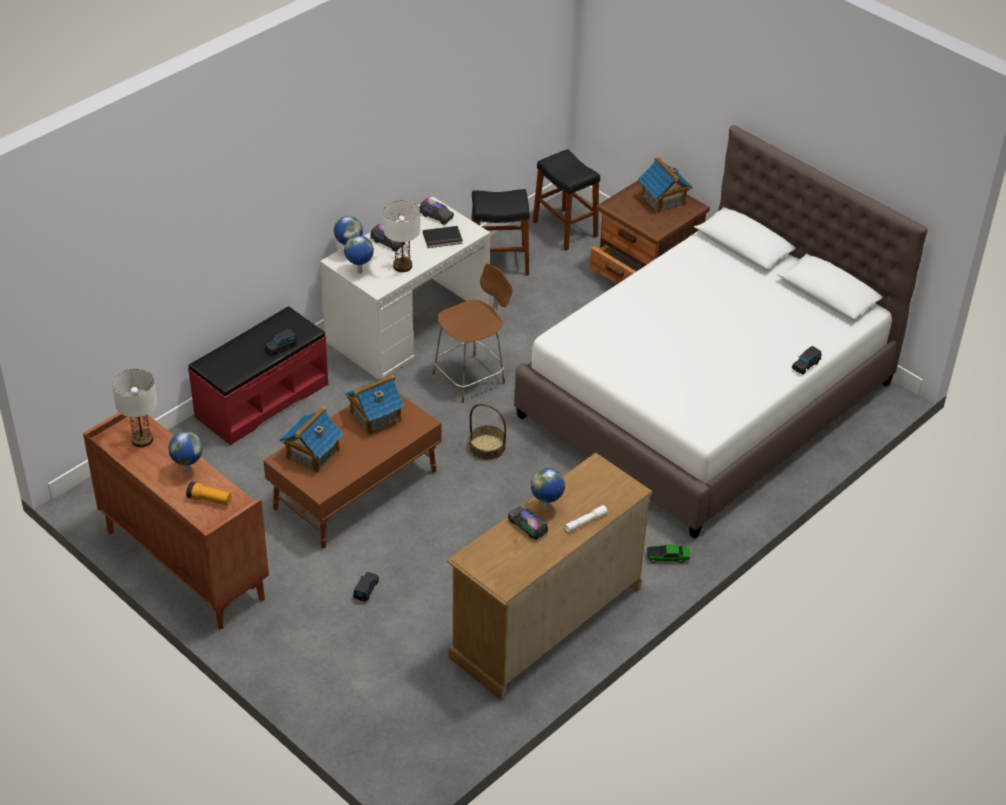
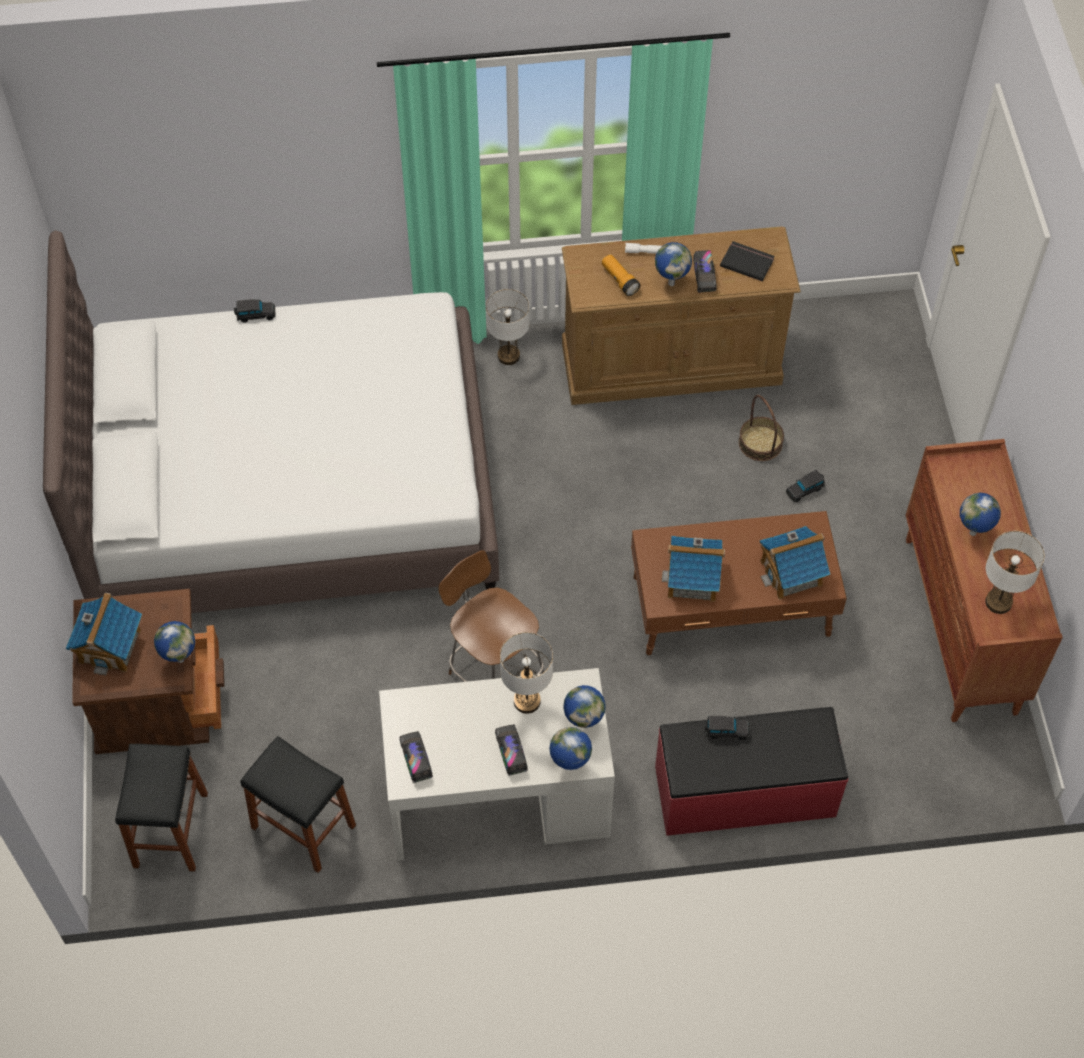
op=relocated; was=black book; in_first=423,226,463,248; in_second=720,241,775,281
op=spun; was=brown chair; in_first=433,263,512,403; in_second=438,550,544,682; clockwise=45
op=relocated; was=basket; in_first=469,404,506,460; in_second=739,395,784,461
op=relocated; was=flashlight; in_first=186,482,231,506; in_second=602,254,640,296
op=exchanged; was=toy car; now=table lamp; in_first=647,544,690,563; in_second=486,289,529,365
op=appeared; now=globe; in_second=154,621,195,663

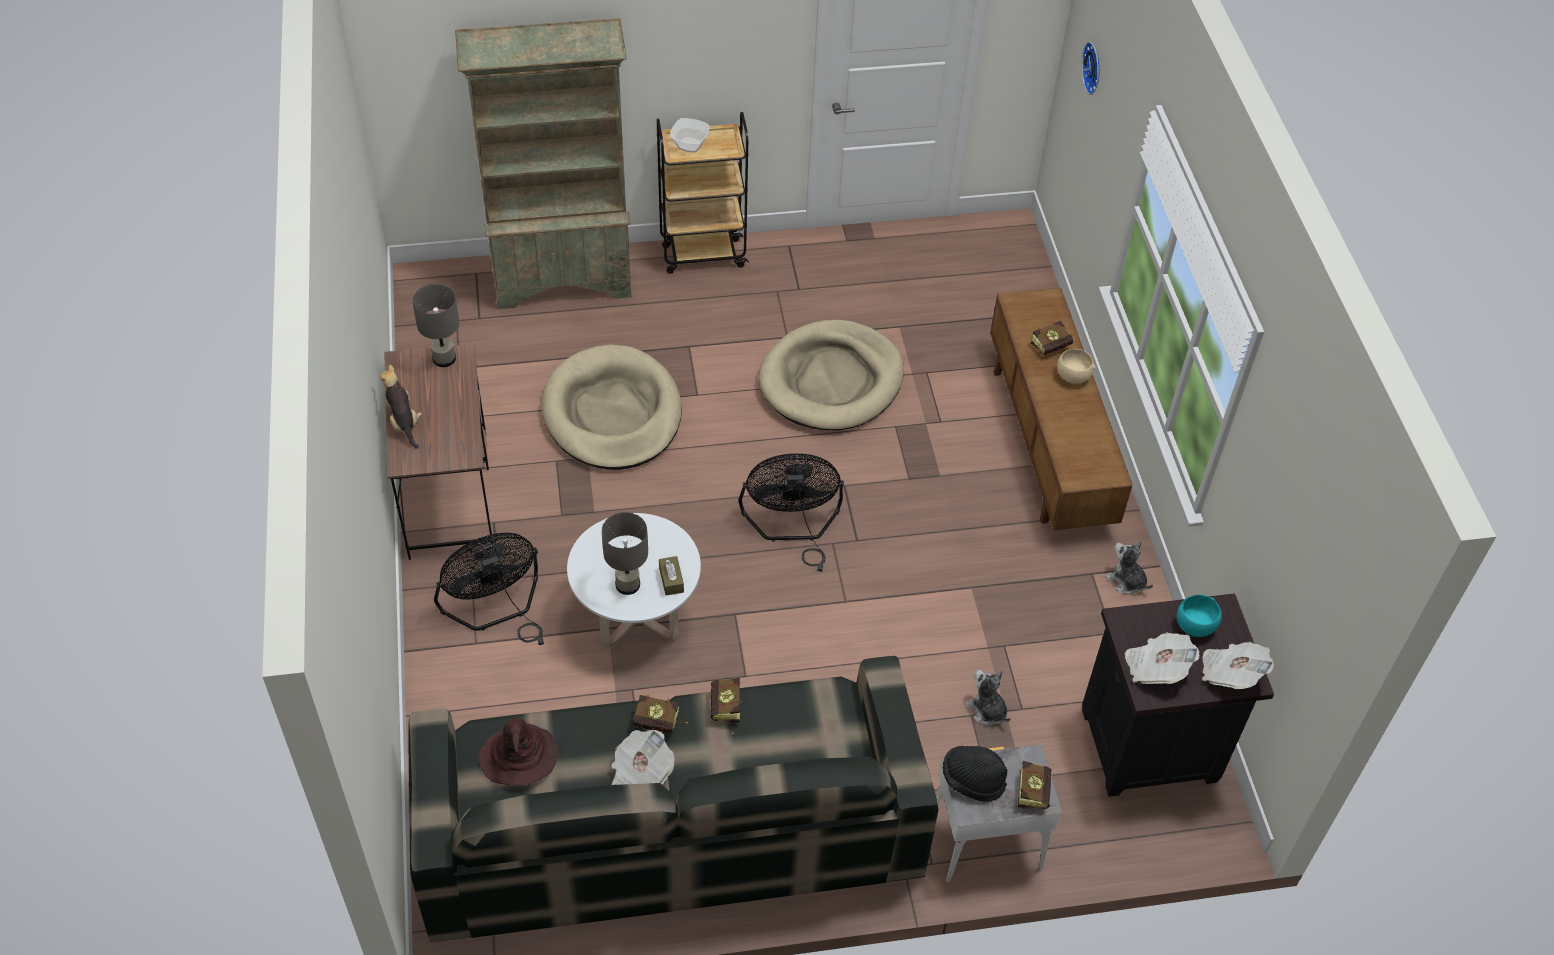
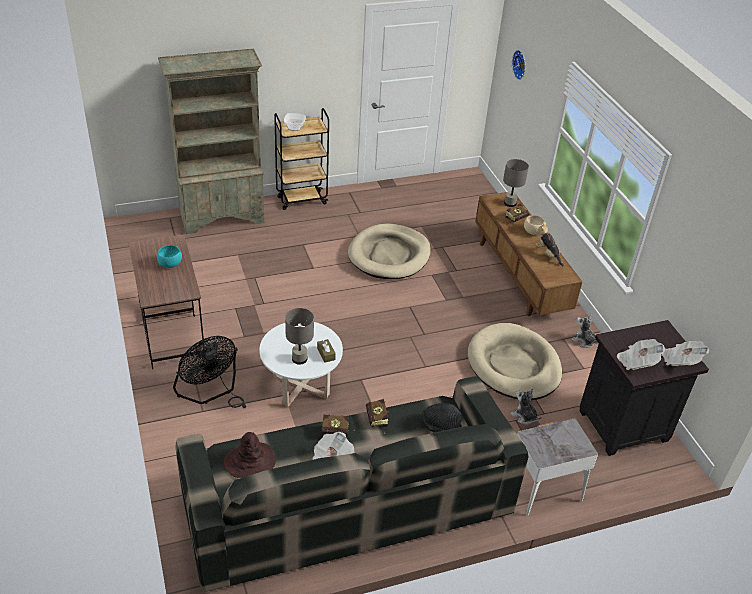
op=relocated; was=grey table lamp; in_first=412,284,459,367; in_second=503,159,529,207
op=relocated; was=beige dog bed; in_first=542,344,682,470; in_second=468,323,562,400
op=relocated; was=plush toy; in_first=380,365,422,449; in_second=535,222,564,266
op=missing; was=black fan; in_first=739,453,844,572
op=relocated; was=turquoise bowl; in_first=1177,595,1222,637; in_second=157,245,182,268
op=relocated; was=black hat; in_first=943,746,1007,802; in_second=422,403,462,433
op=missing; was=book; in_first=1018,761,1052,809

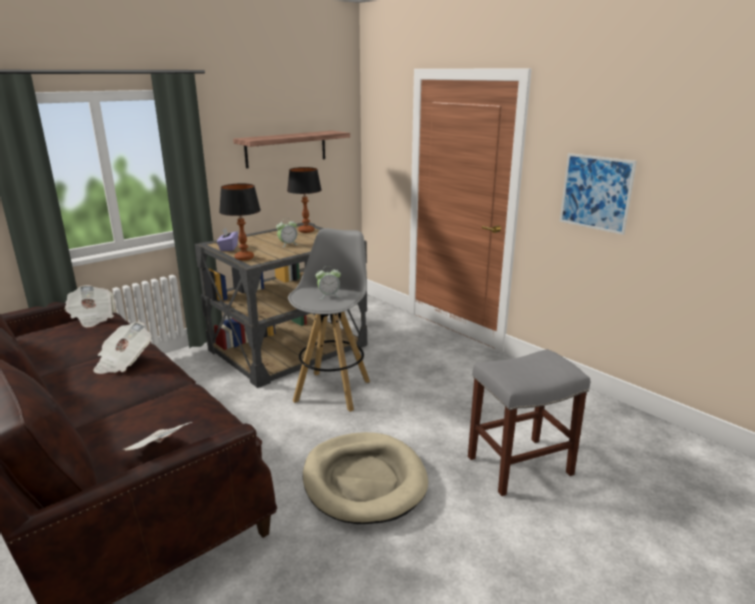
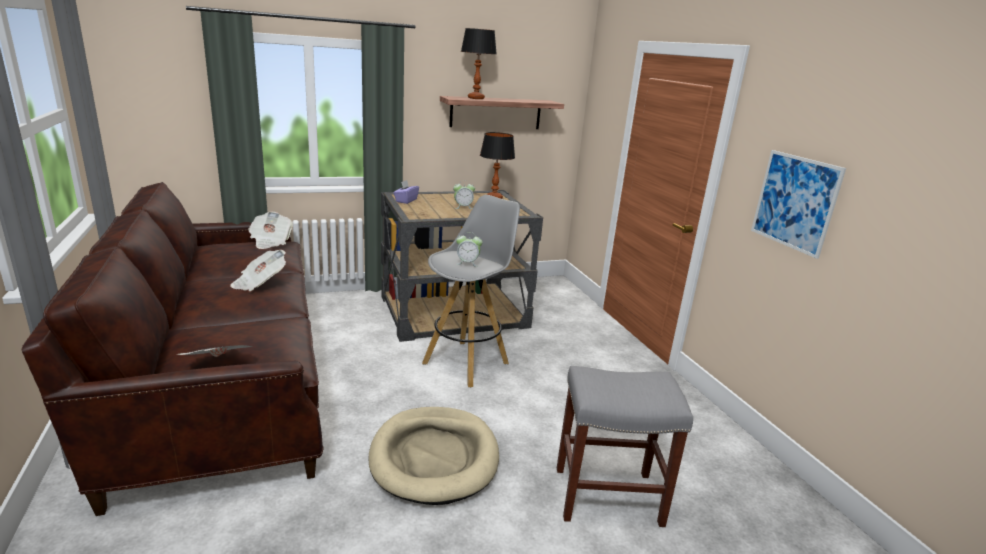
op=relocated; was=table lamp; in_first=219,183,261,261; in_second=461,28,497,99

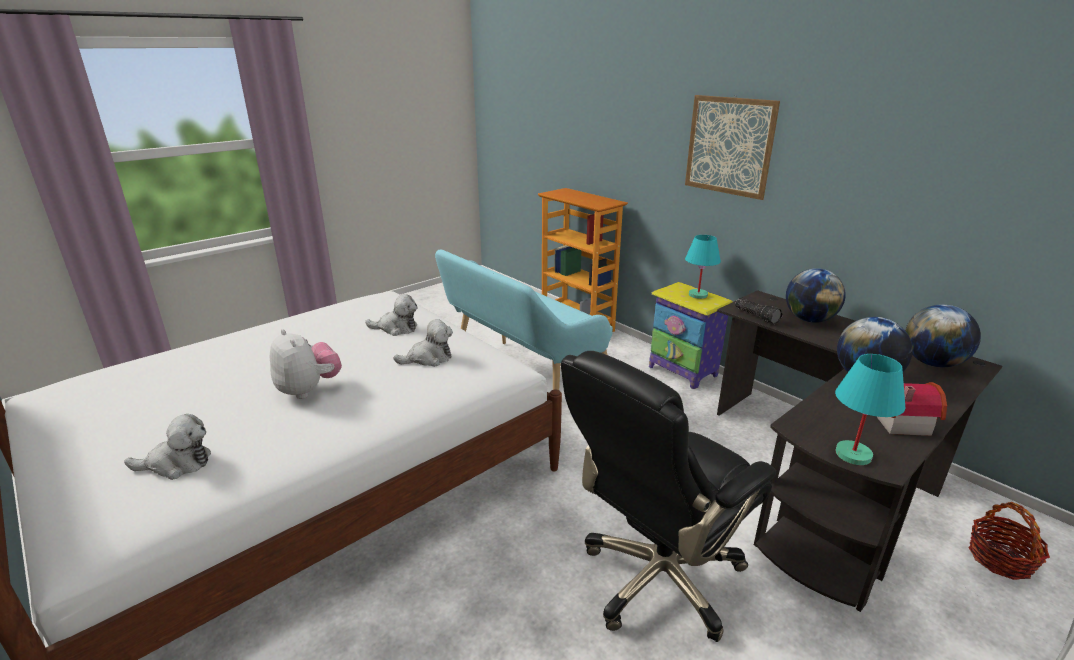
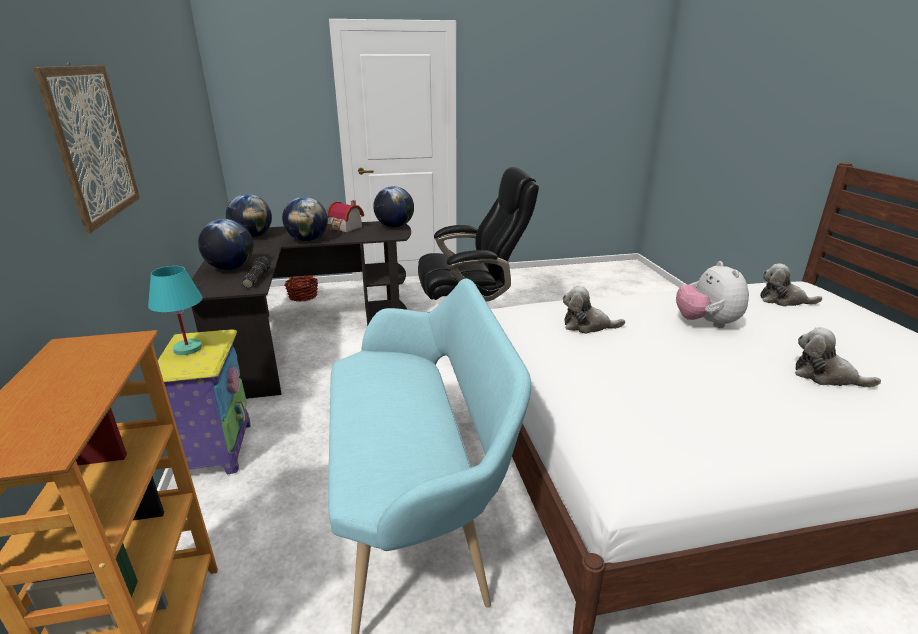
op=relocated; was=plush toy; in_first=365,294,417,336; in_second=795,327,881,387
op=exchanged; was=turquoise table lamp; now=globe; in_first=835,354,905,465; in_second=373,186,414,228

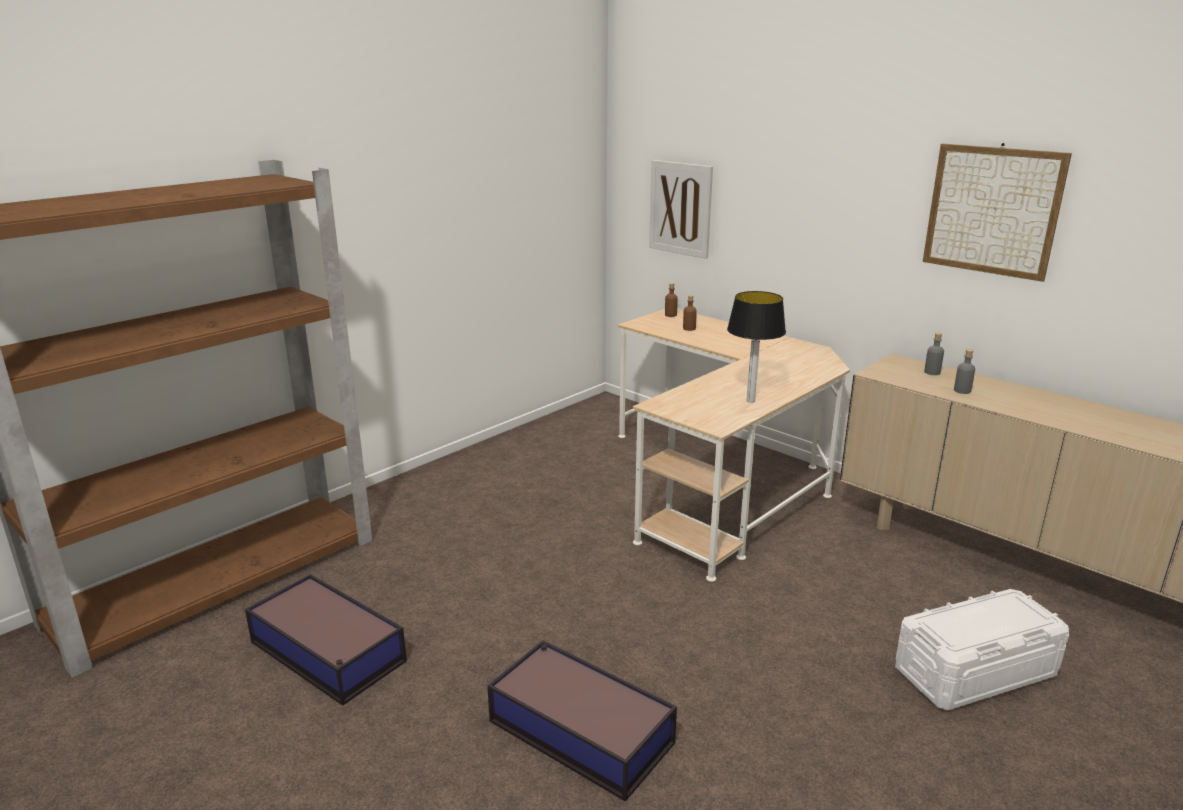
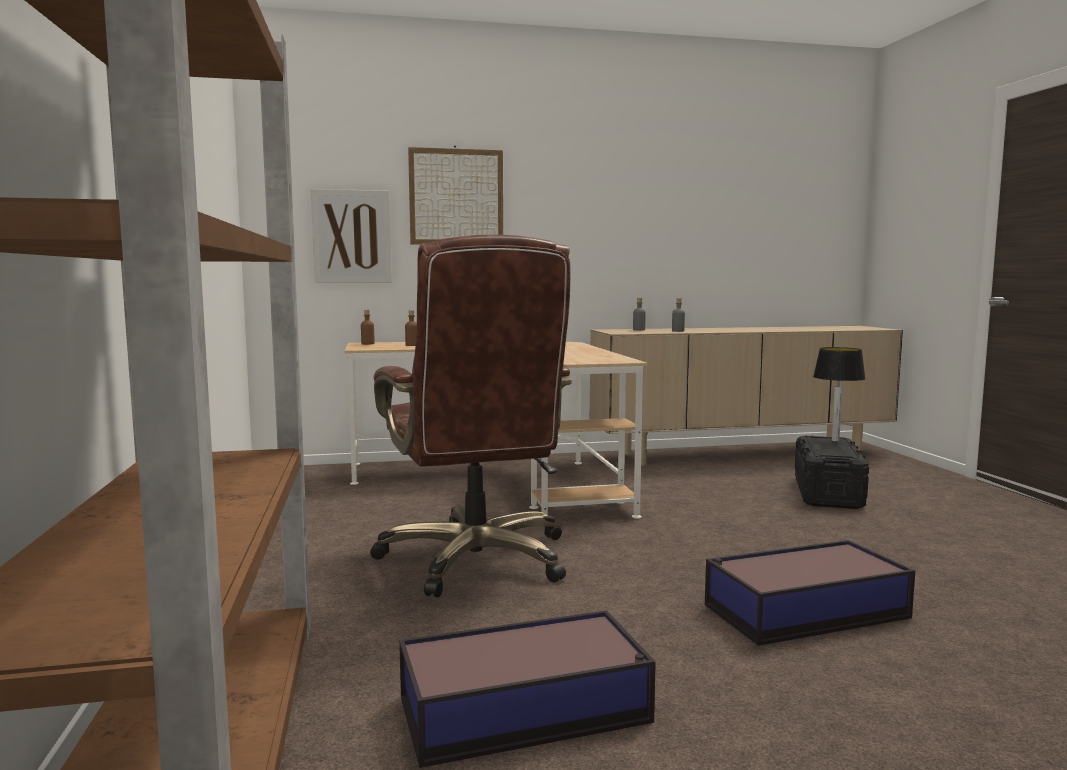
op=relocated; was=picture; in_first=923,143,1072,282; in_second=408,146,503,245
op=relocated; was=table lamp; in_first=727,291,786,403; in_second=813,347,866,442
op=colour; was=white storage box; now=black storage box; in_first=895,589,1069,710; in_second=795,435,869,509
op=appeared; now=brown office chair; in_second=370,235,572,598

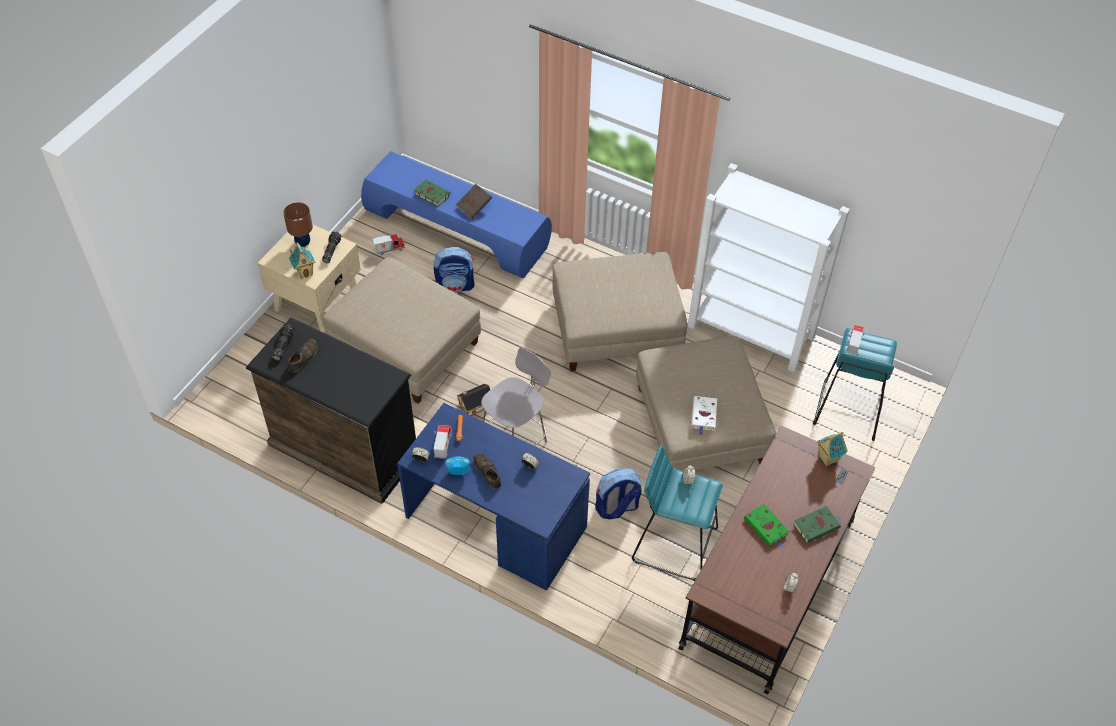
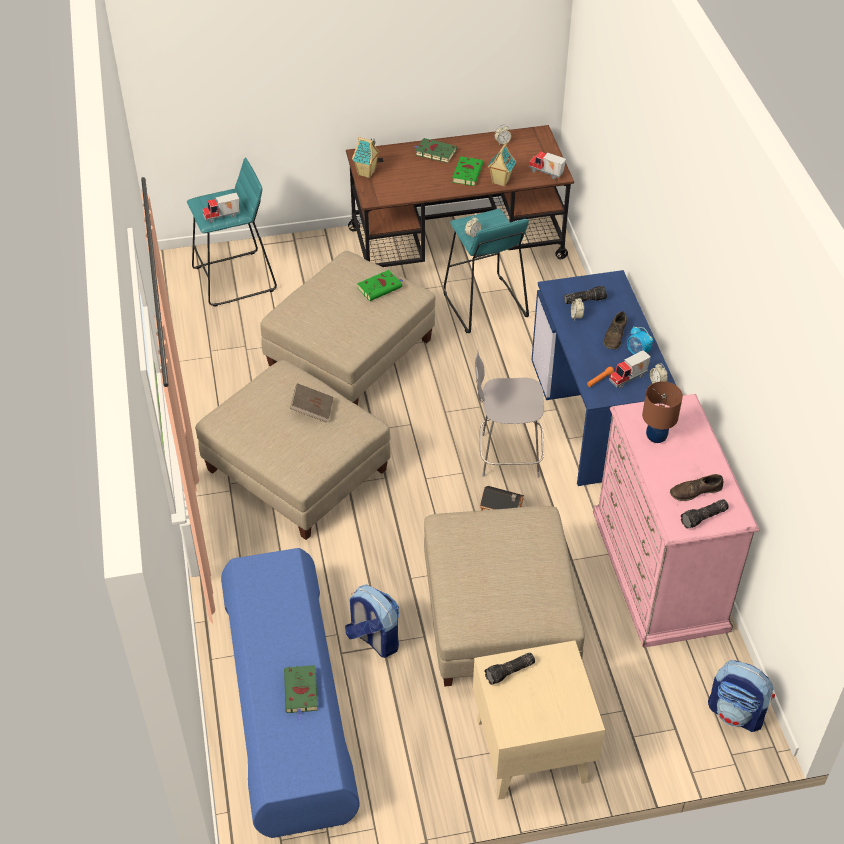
op=missing; was=white bookcase; in_first=688,163,850,372
op=relocated; was=brown book; in_first=456,184,492,219; in_second=290,383,334,423
op=relocated; was=brown table lamp; in_first=283,202,313,247; in_second=642,381,683,443
op=relocated; was=toy truck; in_first=373,234,405,255; in_second=529,151,566,179
op=relocated; was=toy house; in_first=289,242,315,279; in_second=487,143,516,187
op=colour; was=black dresser; now=pink dresser; in_first=246,317,416,504; in_second=593,394,760,648
op=colour; was=white book; now=green book; in_first=691,396,717,435; in_second=357,270,404,301
op=relocated; was=backpack; in_first=595,468,642,519; in_second=708,660,775,732
op=appeared; now=flashlight; in_second=564,286,607,304

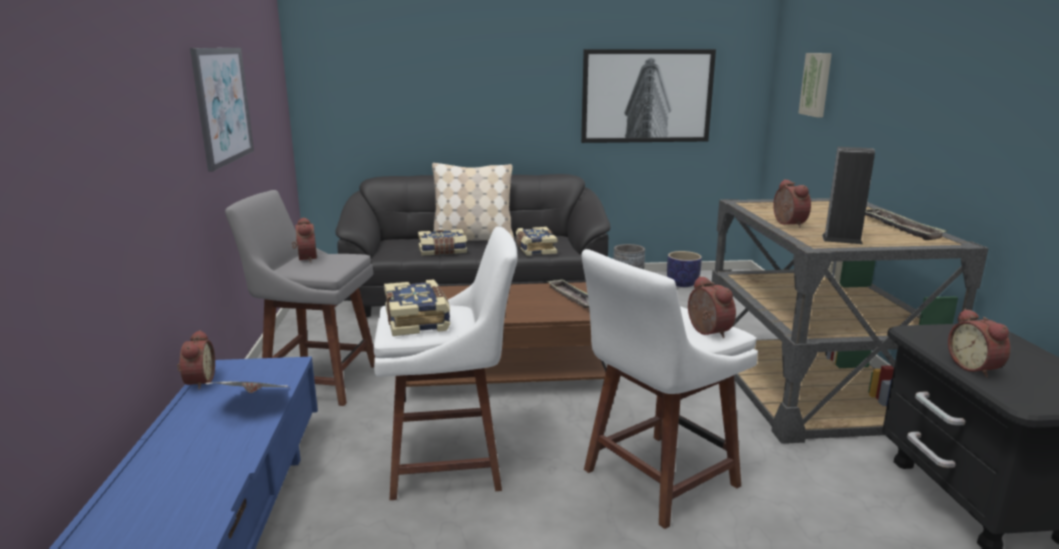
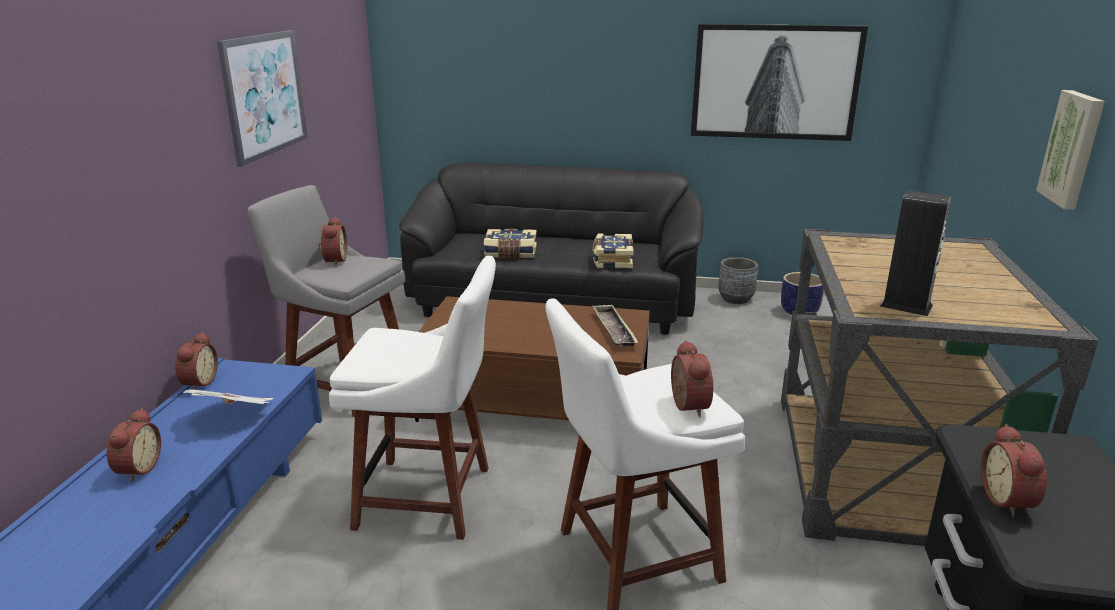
op=relocated; was=picture; in_first=798,53,832,118; in_second=1036,90,1105,210
op=missing; was=beige pillow; in_first=432,163,514,241
op=relocated; was=alarm clock; in_first=773,179,811,227; in_second=107,408,161,482
op=missing; was=tray; in_first=865,208,947,240
op=missing; was=book; in_first=384,279,450,336

